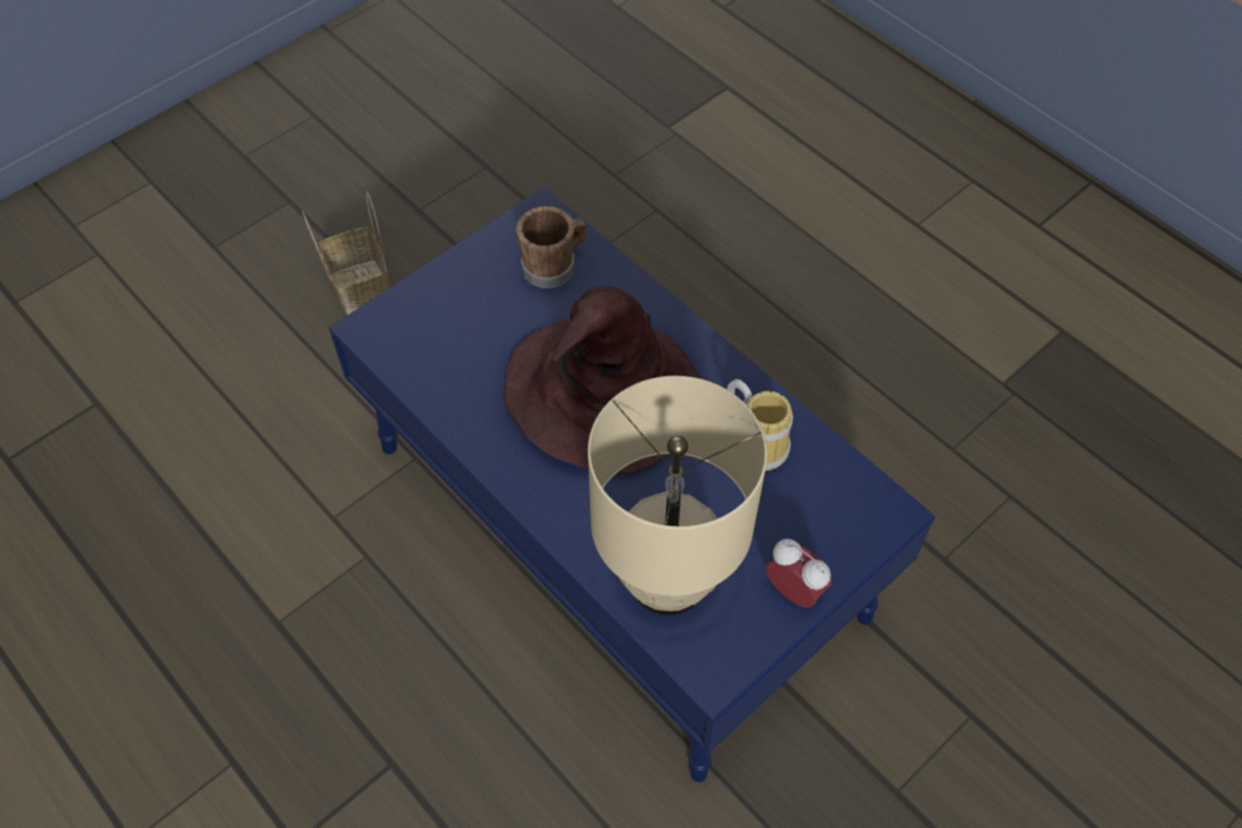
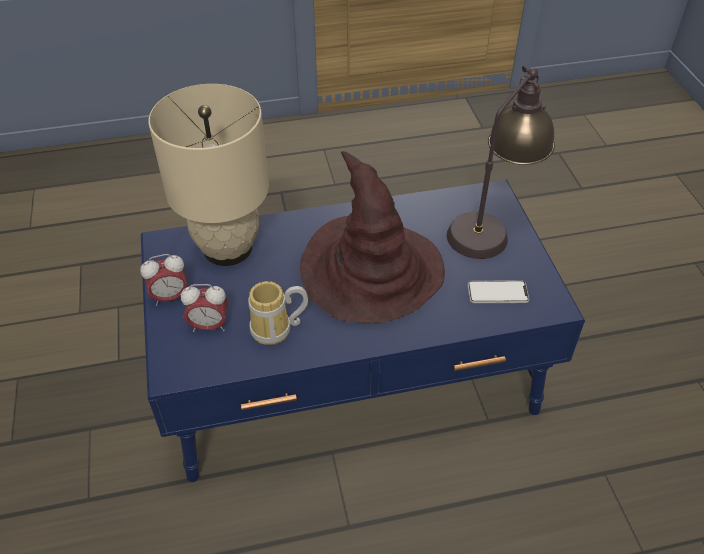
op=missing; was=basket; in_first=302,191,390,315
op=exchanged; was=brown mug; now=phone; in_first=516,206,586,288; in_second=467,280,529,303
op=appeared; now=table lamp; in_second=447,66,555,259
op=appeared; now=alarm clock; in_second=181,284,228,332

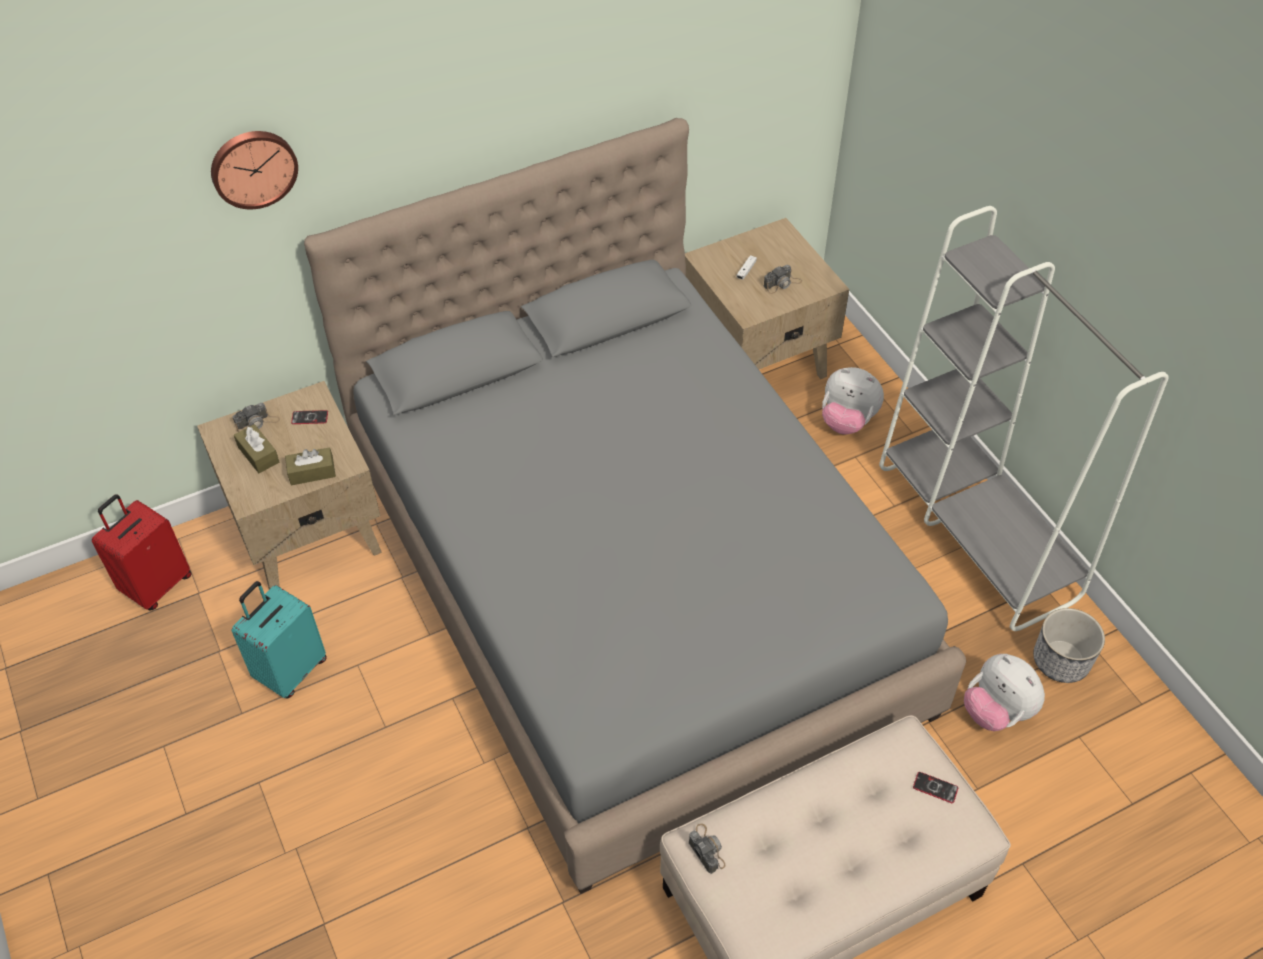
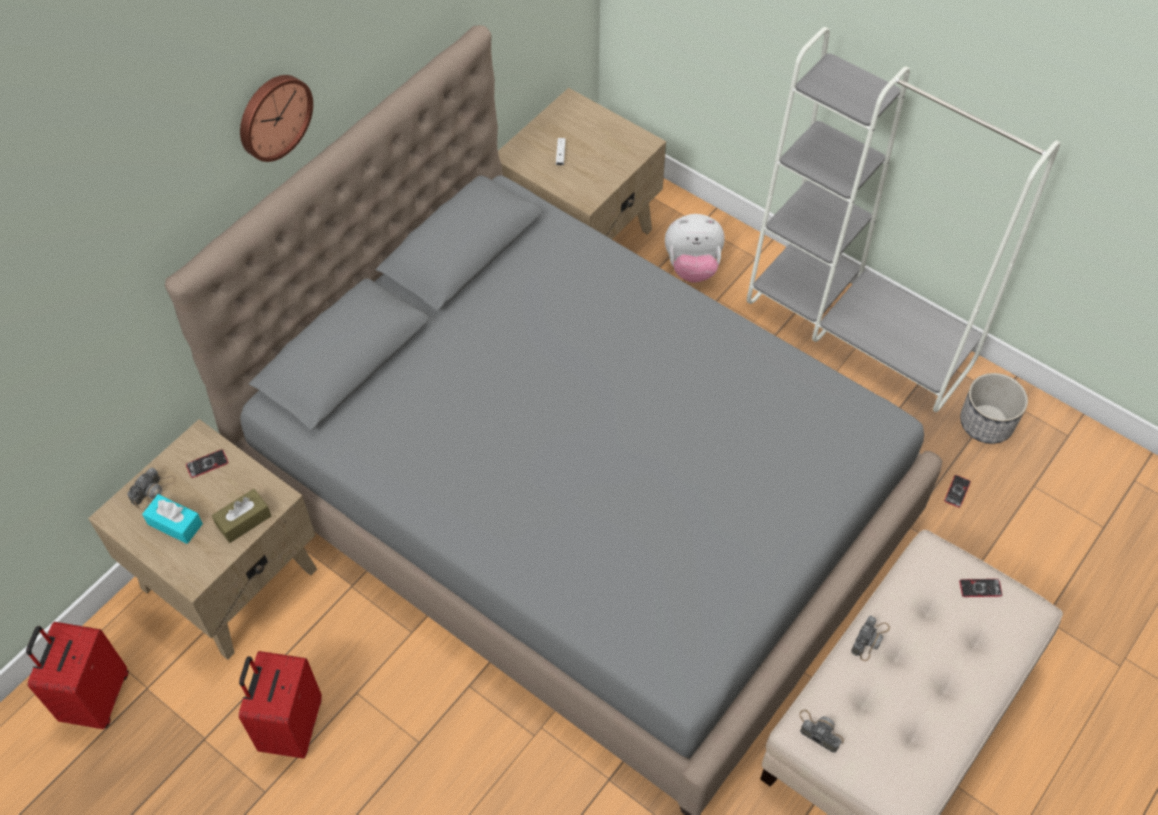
op=relocated; was=wall clock; in_first=211,131,298,209; in_second=240,75,313,162
op=relocated; was=photo camera; in_first=763,265,802,294; in_second=851,616,890,661
op=colour; was=brown tissue box; now=turquoise tissue box; in_first=234,424,279,473; in_second=142,494,203,544
op=colour; was=turquoise suitcase; now=red suitcase; in_first=232,581,327,699; in_second=239,651,322,759
op=exchanged; was=plush toy; now=phone; in_first=964,654,1045,731; in_second=944,475,971,507

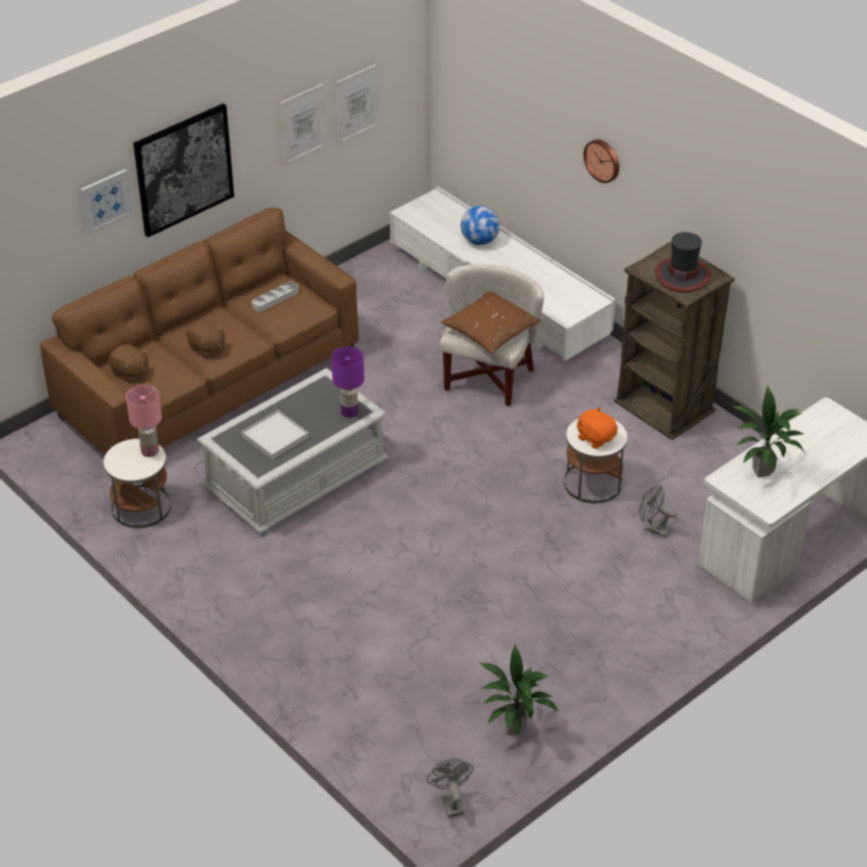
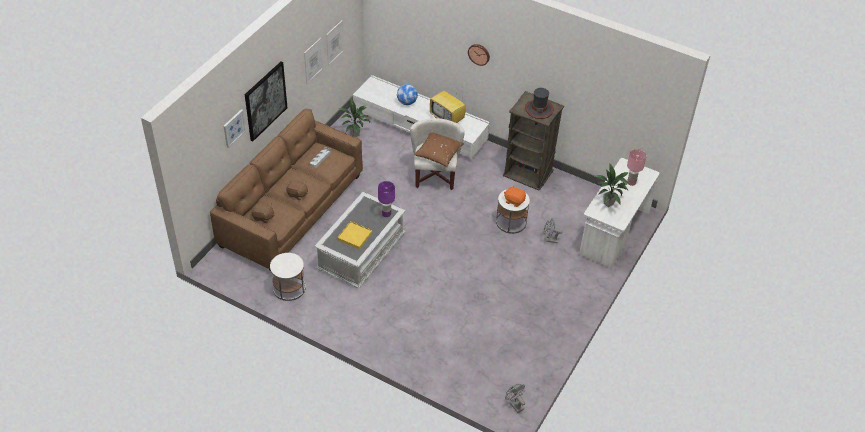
op=relocated; was=pink table lamp; in_first=126,385,162,457; in_second=627,149,647,186
op=colour; was=white tray; now=yellow tray; in_first=241,410,309,460; in_second=337,221,372,249
op=relocated; was=potted plant; in_first=478,645,558,737; in_second=337,98,371,137
op=appeared; now=television; in_second=430,88,465,123

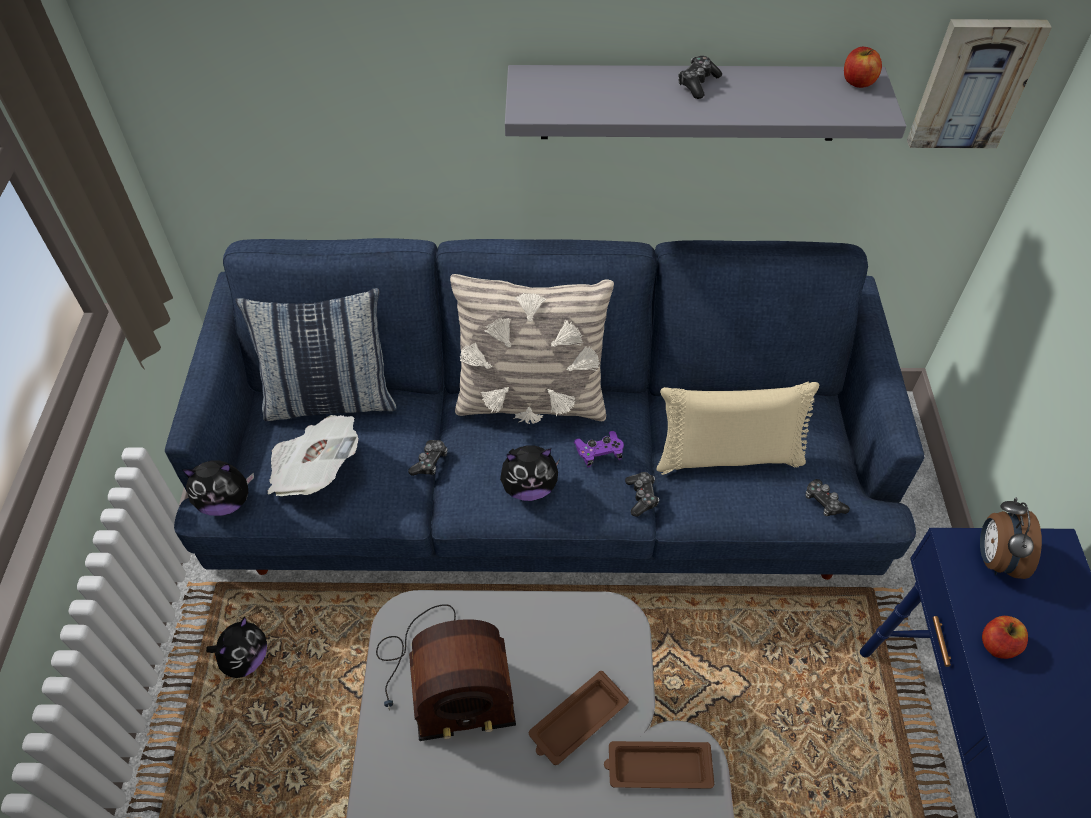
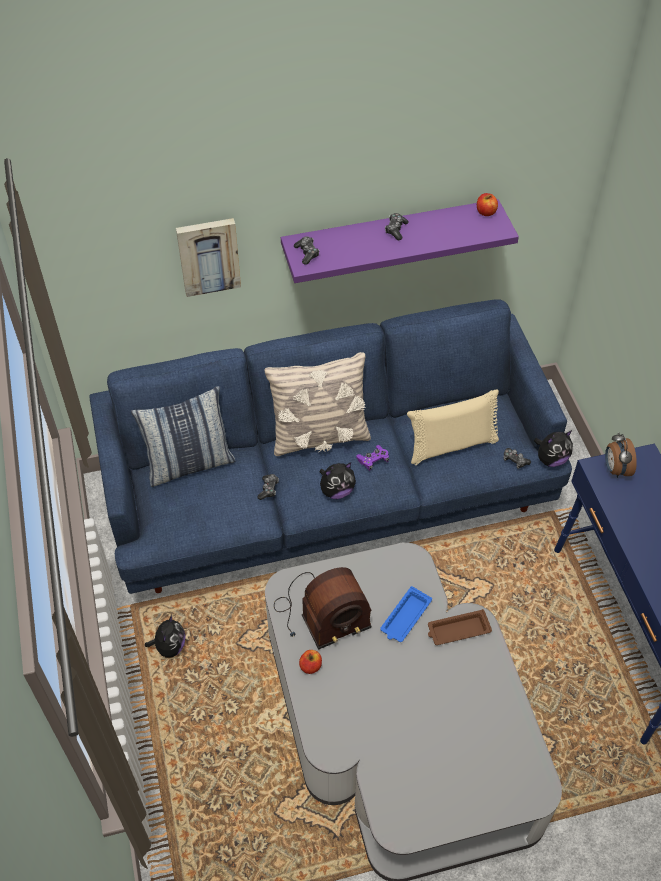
op=relocated; was=picture; in_first=907,19,1052,148; in_second=176,218,241,297
op=colour; was=grey shelf; now=purple shelf; in_first=505,65,906,141; in_second=281,199,519,283
op=missing; was=newspaper; in_first=268,415,358,496
op=relocated; was=plush toy; in_first=182,460,254,516; in_second=534,430,573,467
op=relocated; was=game controller; in_first=625,472,659,517; in_second=294,236,319,265
op=relocated; was=apple; in_first=982,616,1028,659; in_second=299,650,322,674
op=colour; was=brown tray; now=blue tray; in_first=529,671,629,765; in_second=380,586,432,642

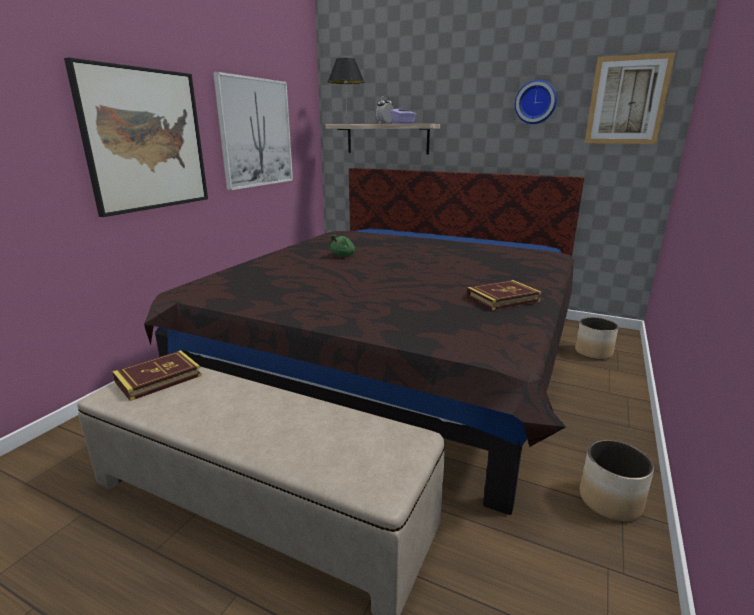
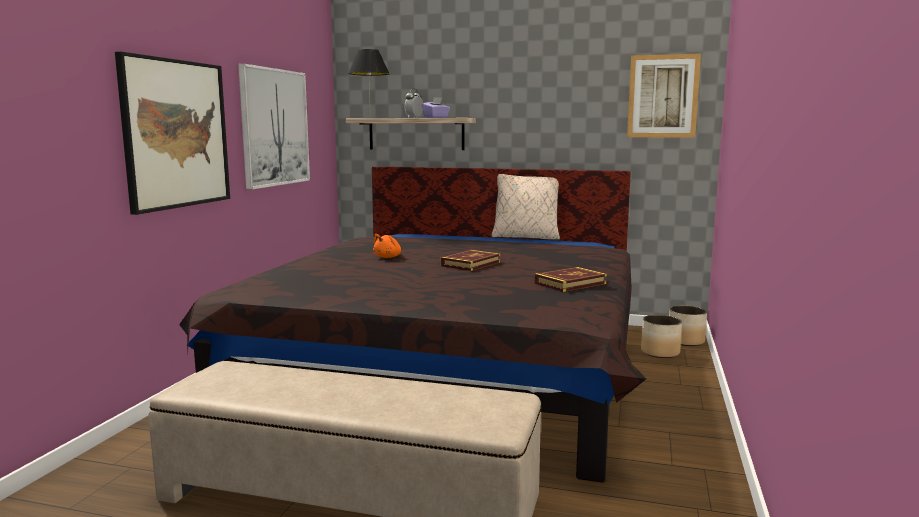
op=missing; was=wall clock; in_first=515,80,557,124
op=colour; was=green plush toy; now=orange plush toy; in_first=330,235,356,257; in_second=373,234,401,258
op=relocated; was=book; in_first=112,350,201,401; in_second=441,250,501,271
op=relocated; was=planter; in_first=579,439,654,521; in_second=669,305,707,346
op=appeared; now=beige pillow; in_second=491,174,560,240

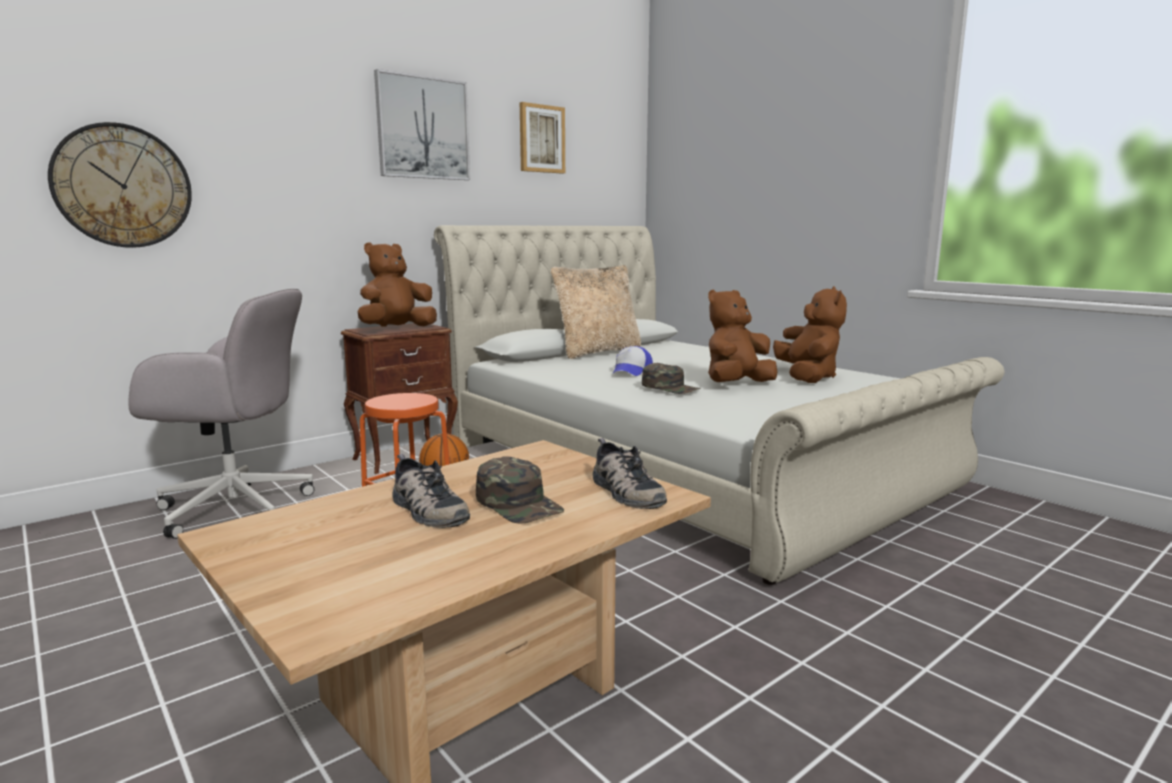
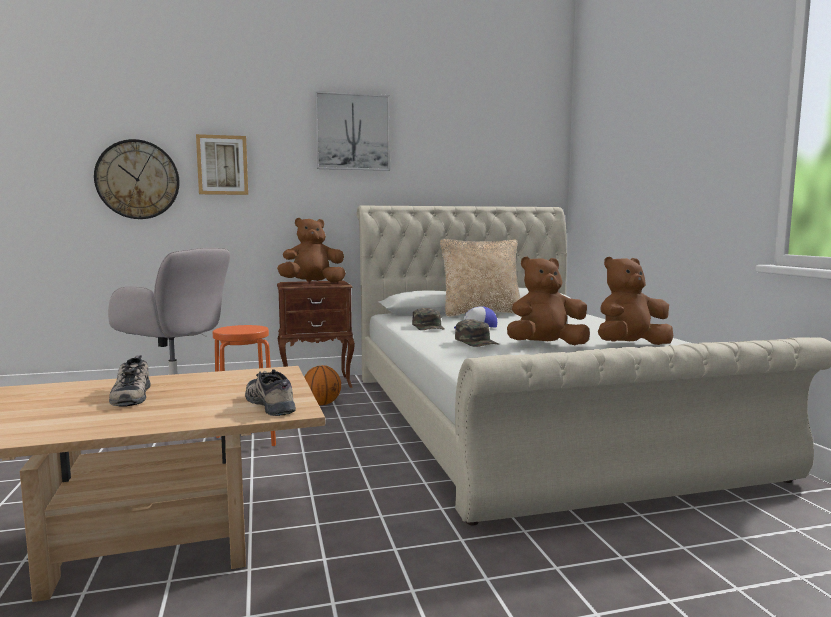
op=relocated; was=picture; in_first=520,102,565,174; in_second=196,134,248,195
op=spun; was=brown plush toy; in_first=773,286,847,383; in_second=598,256,673,345; clockwise=-135
op=spun; was=shoe; in_first=593,438,667,509; in_second=245,369,296,416; clockwise=150
op=relocated; was=green cap; in_first=476,456,564,524; in_second=412,308,445,330

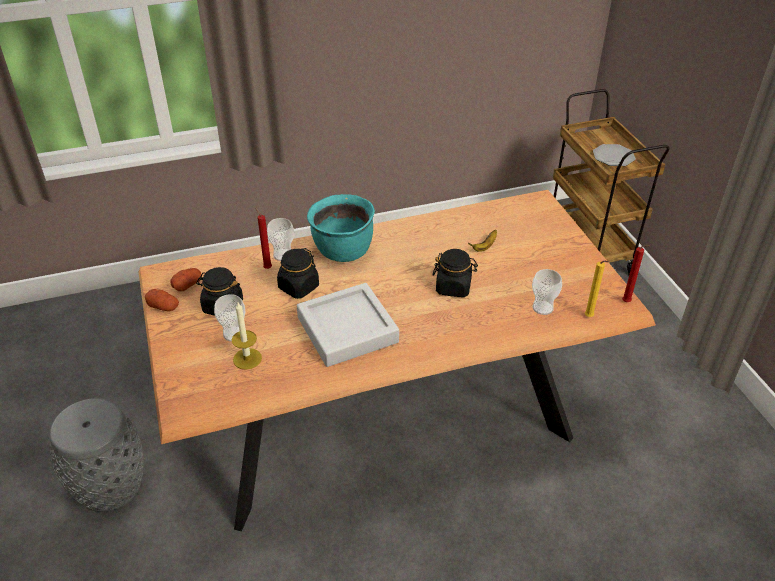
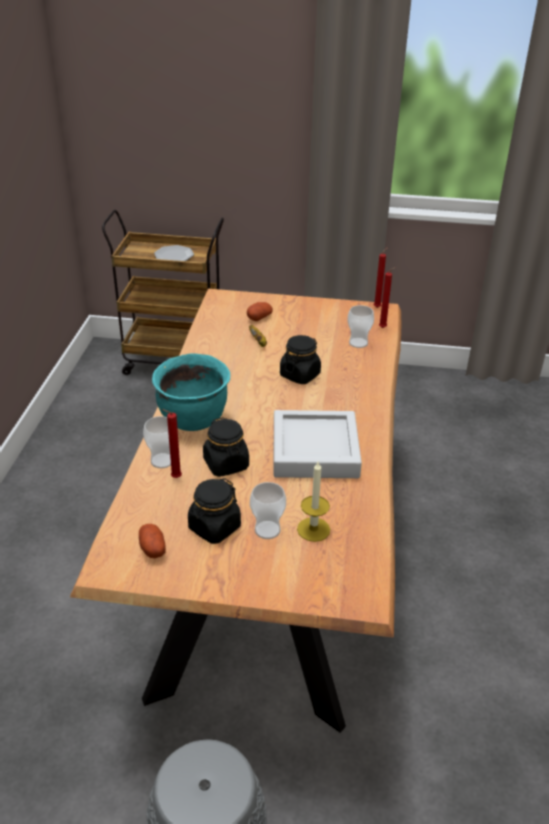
op=colour; was=yellow candle; now=red candle; in_first=585,261,609,317; in_second=379,267,396,328
op=relocated; was=potato; in_first=145,289,179,311; in_second=247,302,273,321

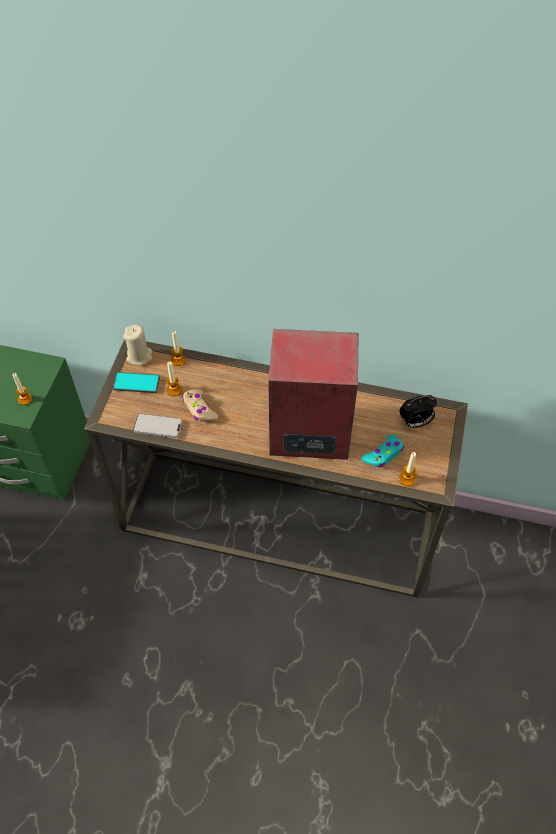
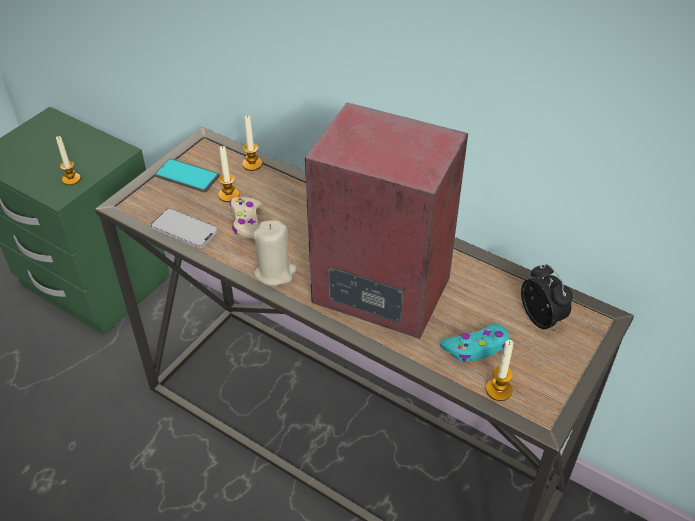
op=relocated; was=beige candle; in_first=123,325,152,365; in_second=253,220,296,286
op=spun; was=alarm clock; in_first=400,395,437,428; in_second=521,264,573,331; clockwise=-120

